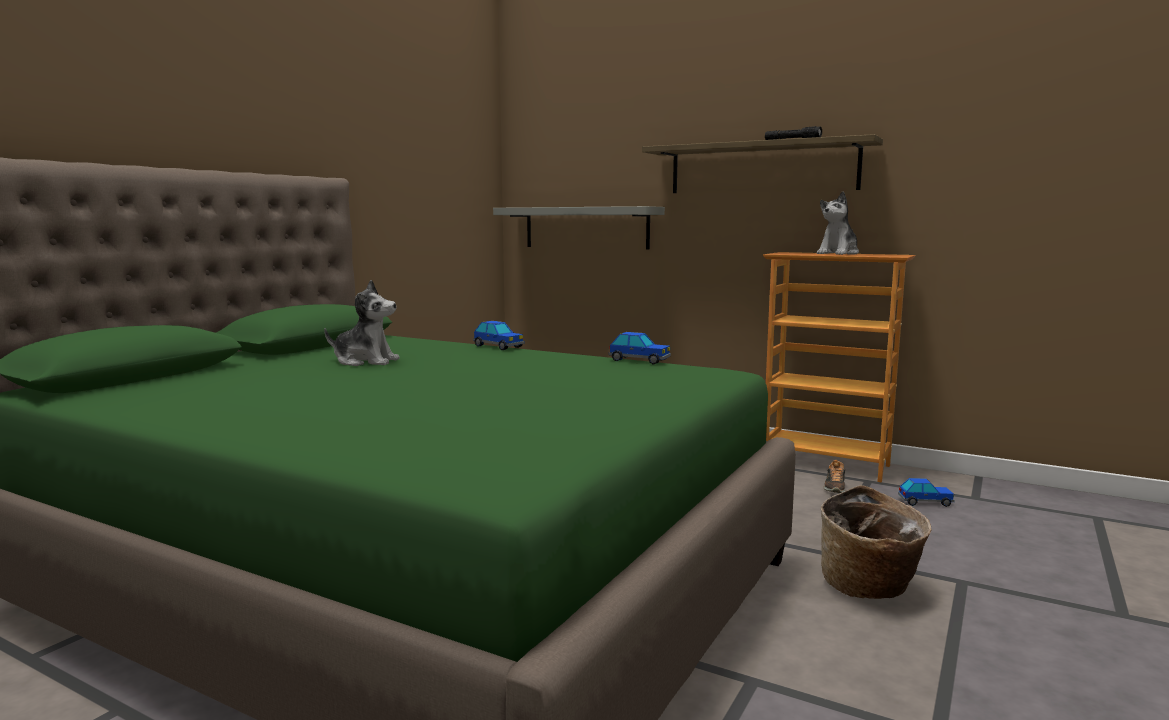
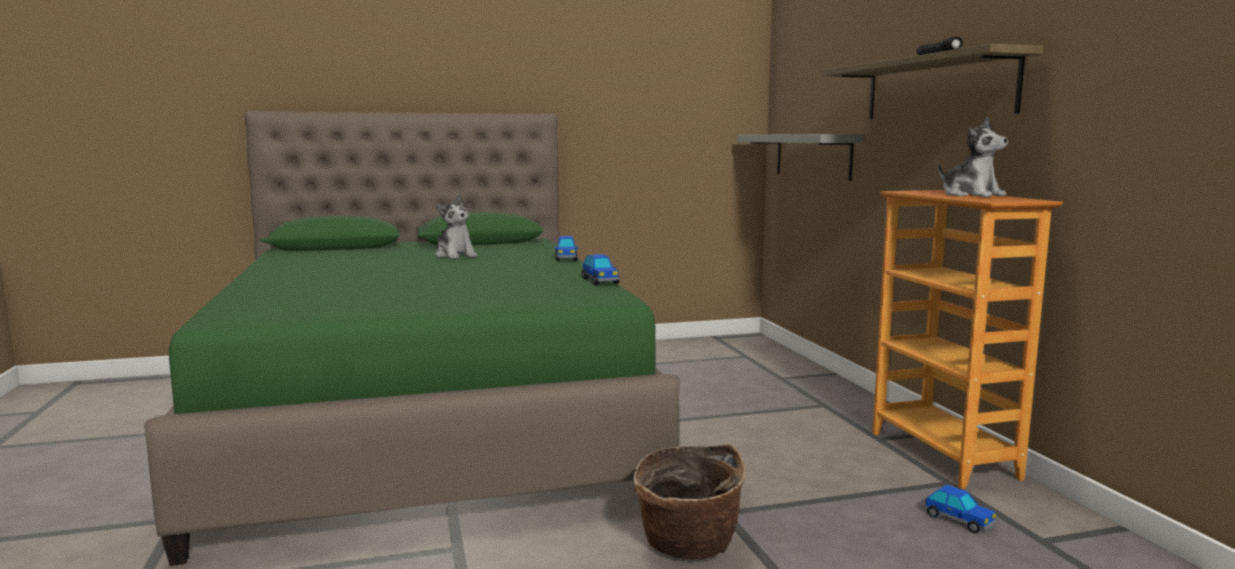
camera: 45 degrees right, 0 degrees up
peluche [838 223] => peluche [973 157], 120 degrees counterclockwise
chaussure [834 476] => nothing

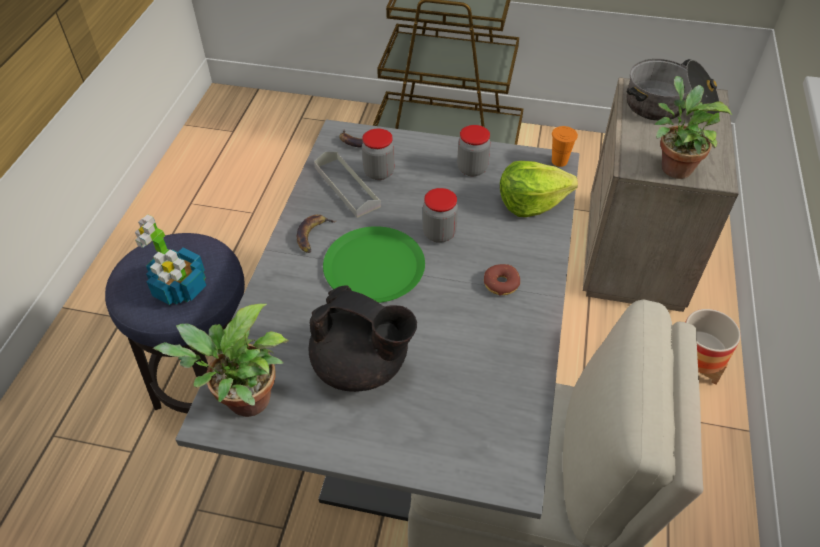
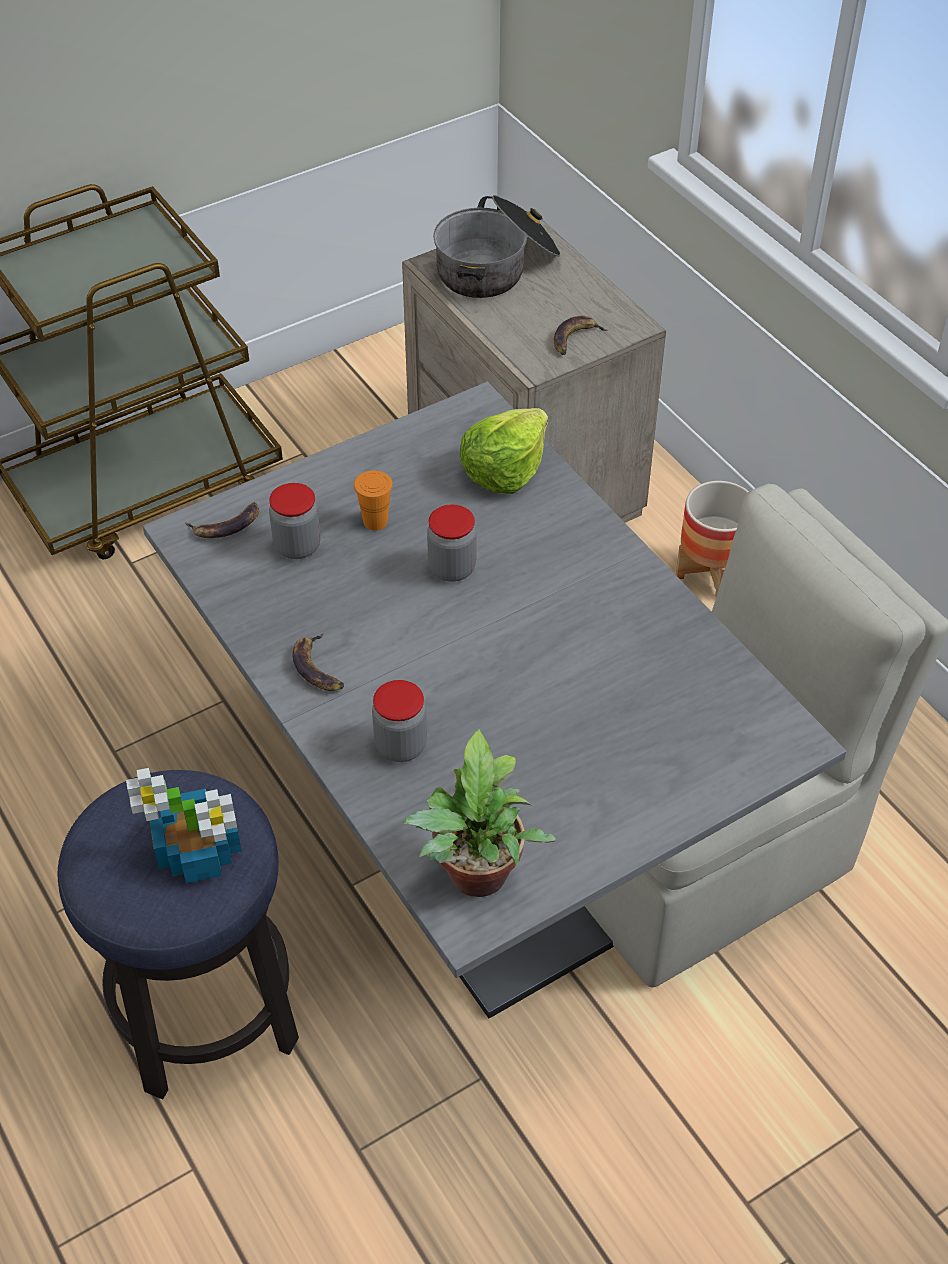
camera: 45 degrees left, 0 degrees up
théière (noir) [363 338] => nothing
plateau (gris) [347 185] => nothing
assiette (vert) [374 264] => nothing
bocal [473 150] => bocal [399 721], move
beignet [502 280] => nothing
tasse (orange) [565 146] => tasse (orange) [373 500], move
plante en pot [693 127] => banane [581 335]

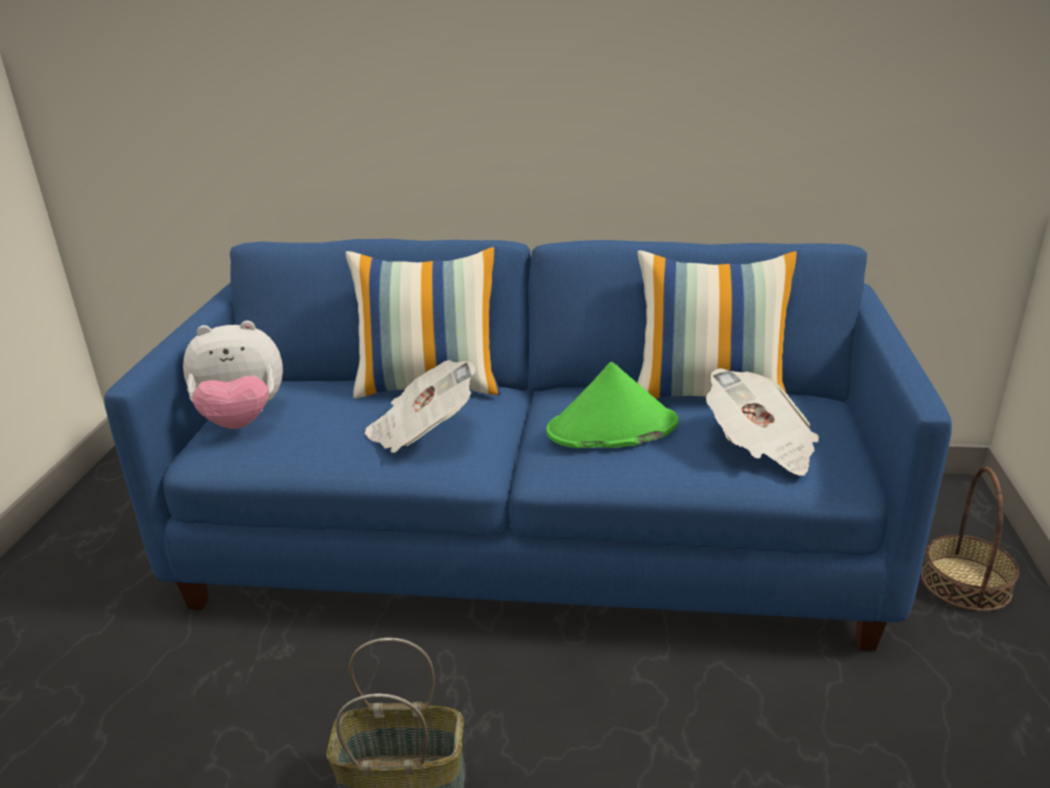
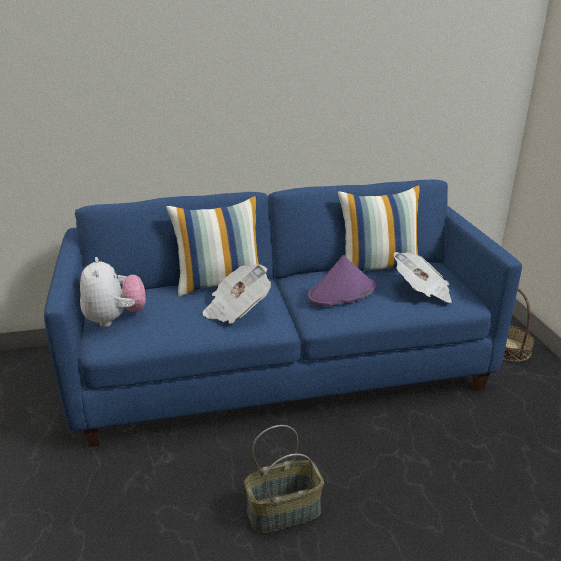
camera: 20 degrees left, 0 degrees up
peluche [233 375] => peluche [113 292], 75 degrees counterclockwise
chapeau (vert) [612 405] => chapeau (violet) [342 280]

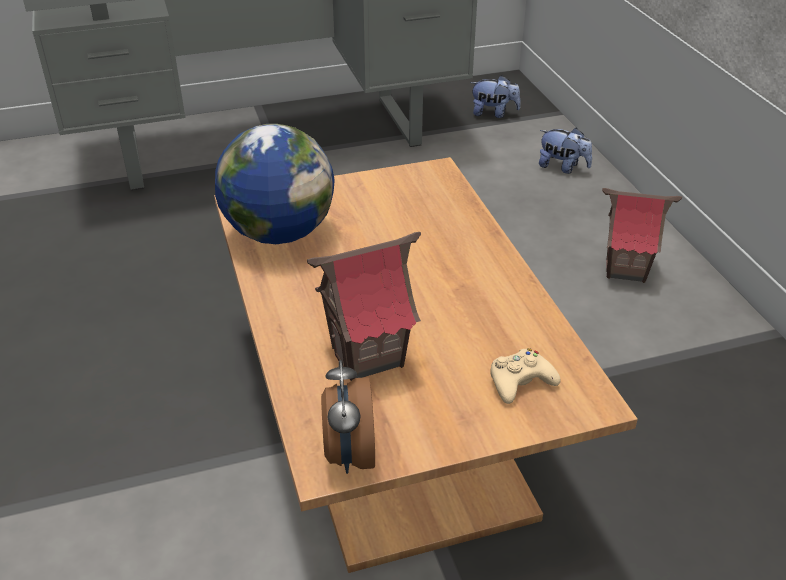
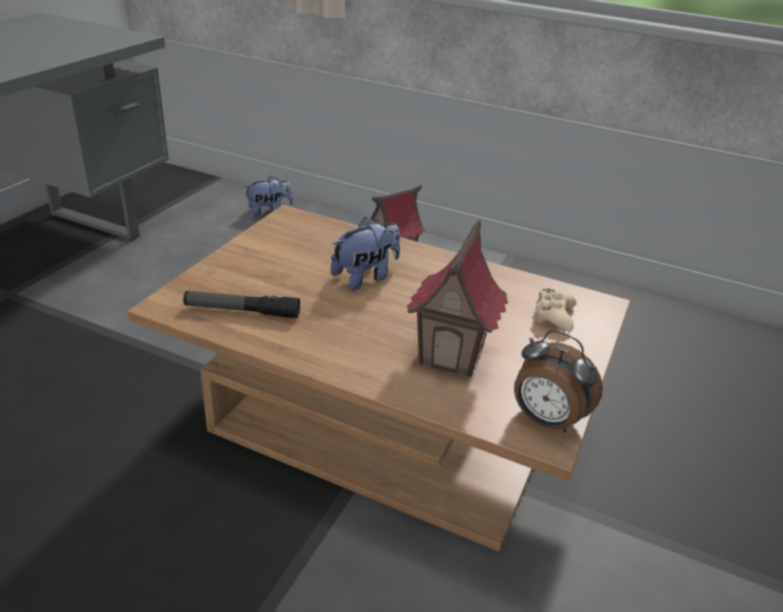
camera: 50 degrees left, 5 degrees down
globe [275 184] => lampe de poche [241 304]
peluche [495 96] => peluche [365 254], move

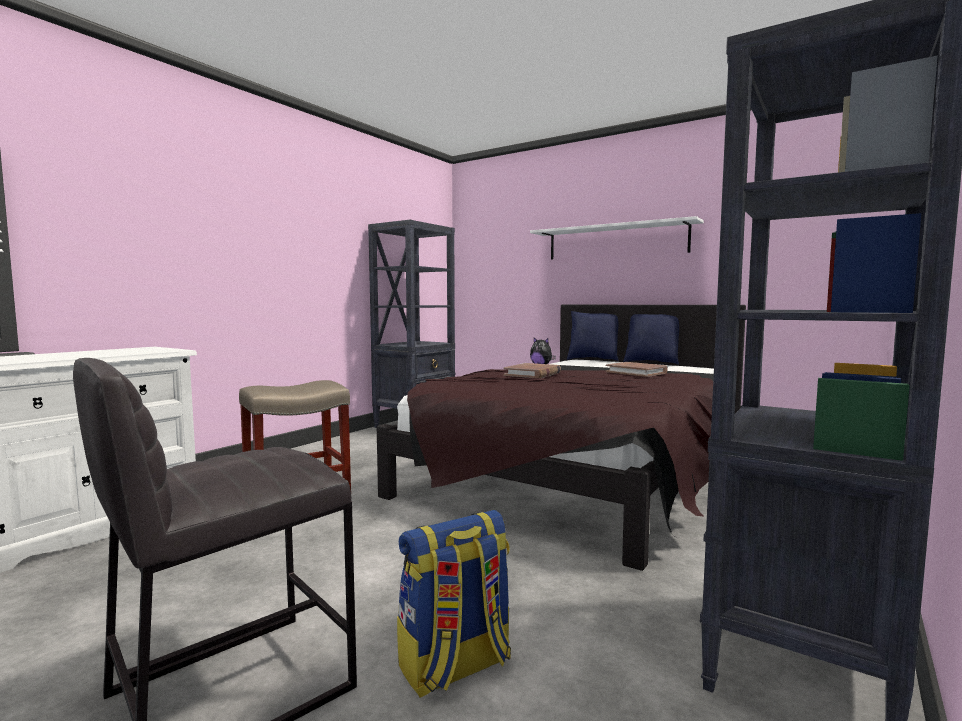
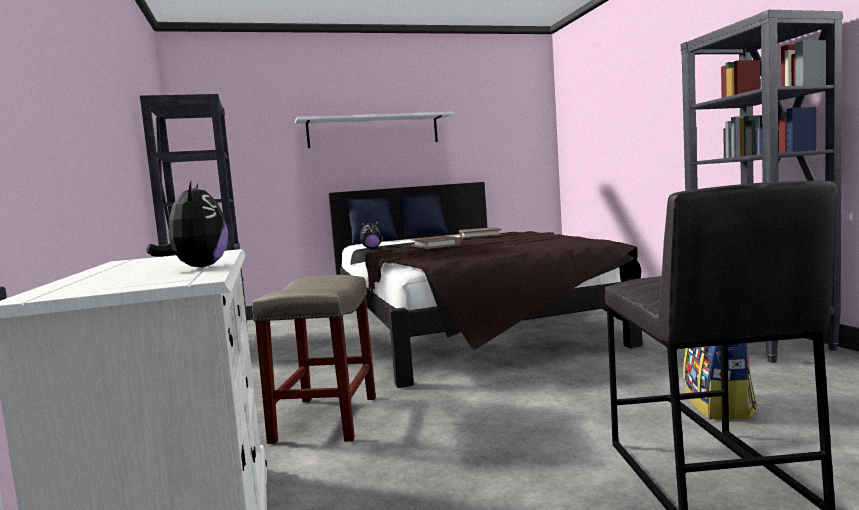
camera: 50 degrees left, 0 degrees up
nothing => peluche [187 224]

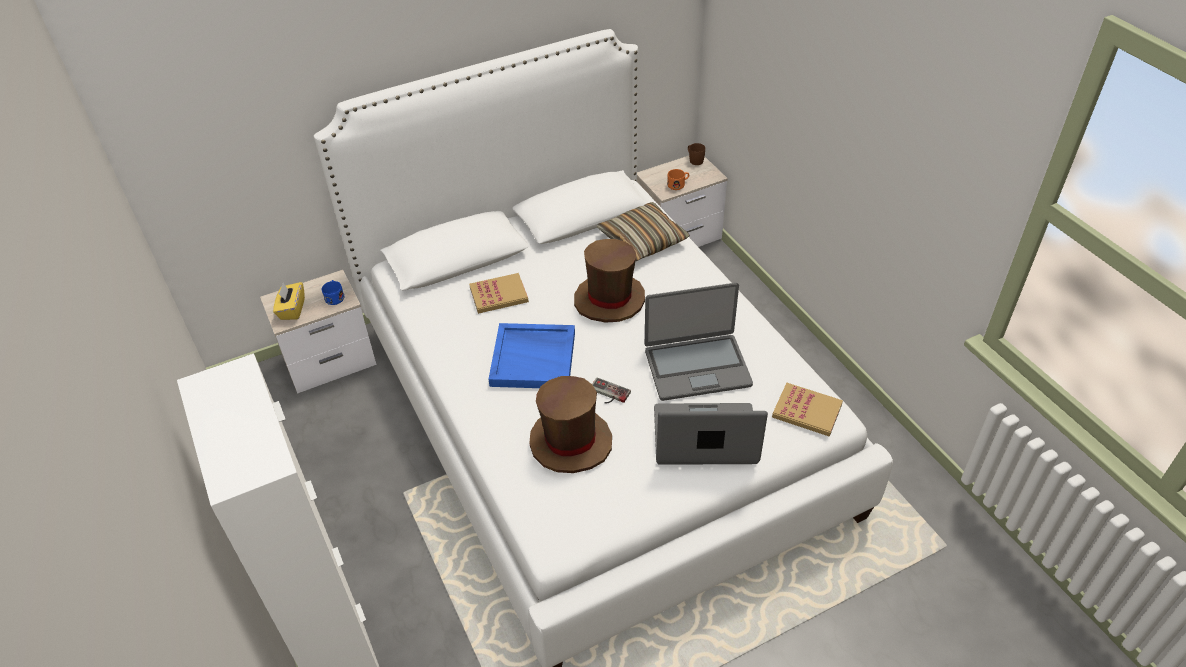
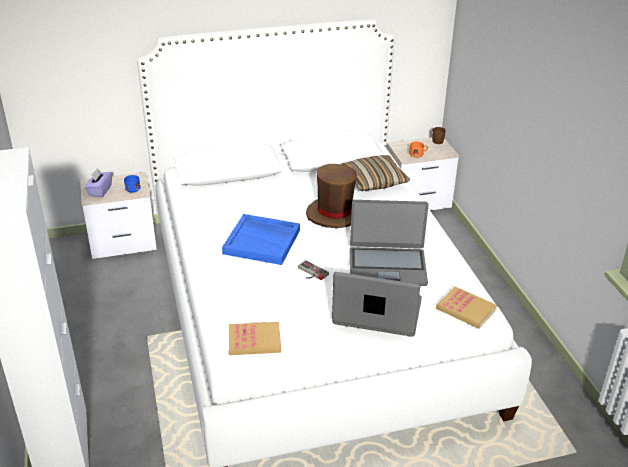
camera: 10 degrees right, 10 degrees down
boîte à mouchoirs (jaune) [289 301] => boîte à mouchoirs (violet) [98 183]
livre [499 293] => livre [255 338], move
chapeau (marron) [571 424] => nothing

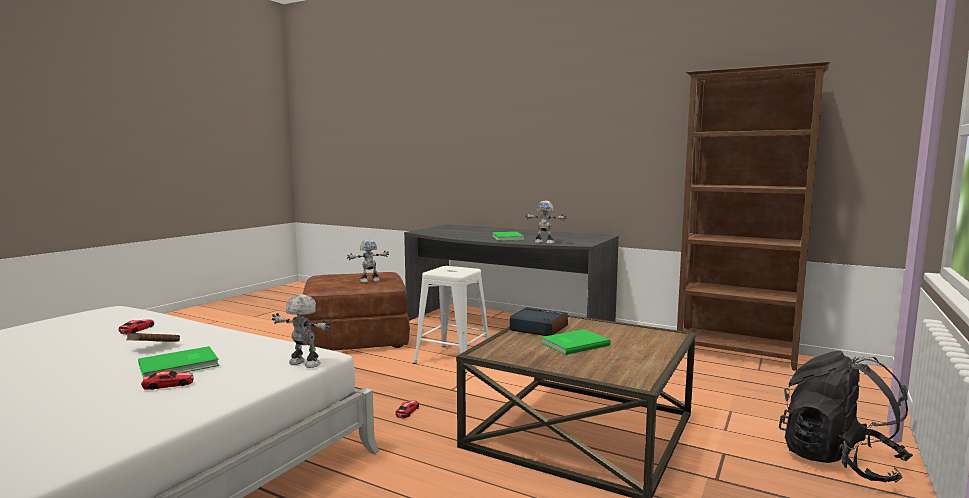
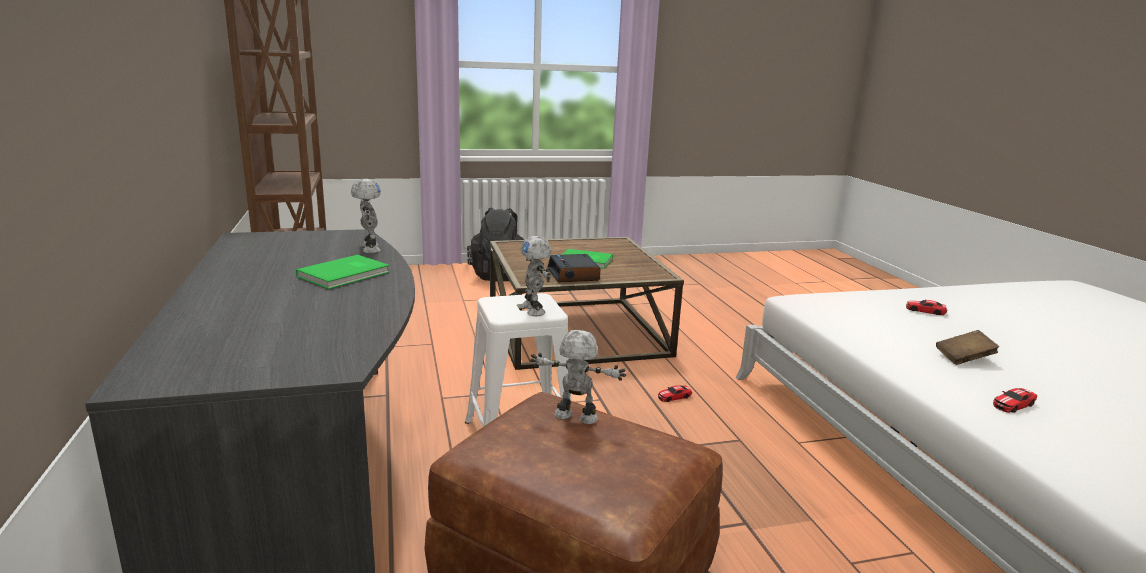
camera: 135 degrees left, 10 degrees up
livre (vert) [178 362] => nothing
robot jouet [301 331] => robot jouet [536 276], move

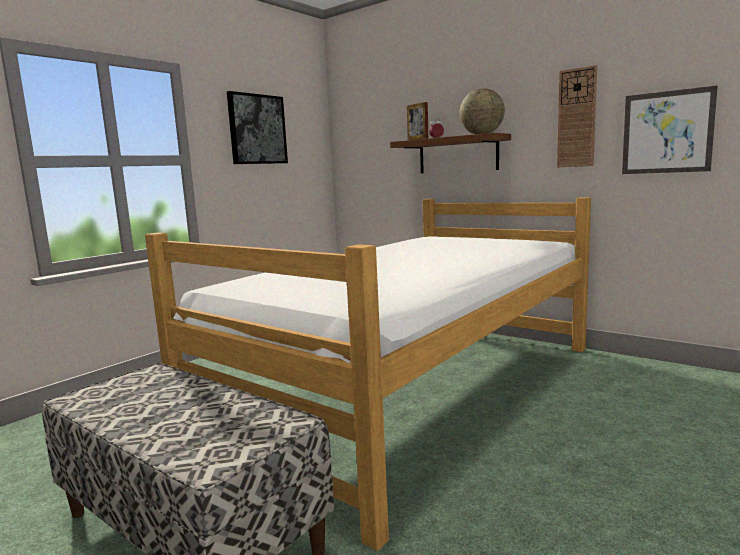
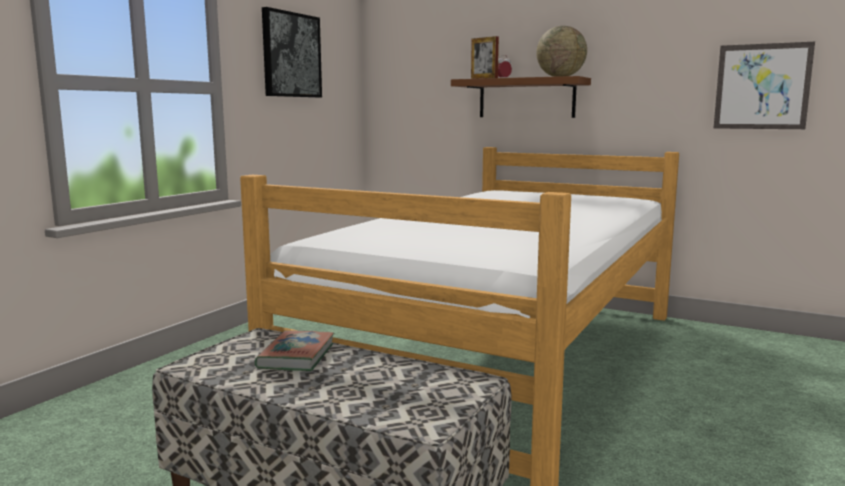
camera: 10 degrees left, 0 degrees up
horloge murale [577 116] => nothing
nothing => livre [294 350]

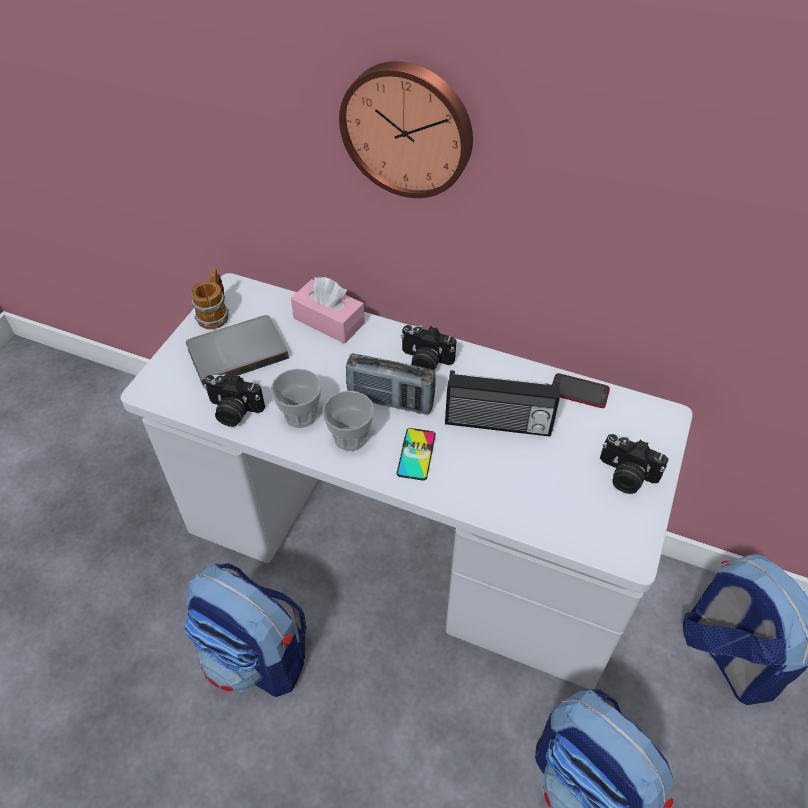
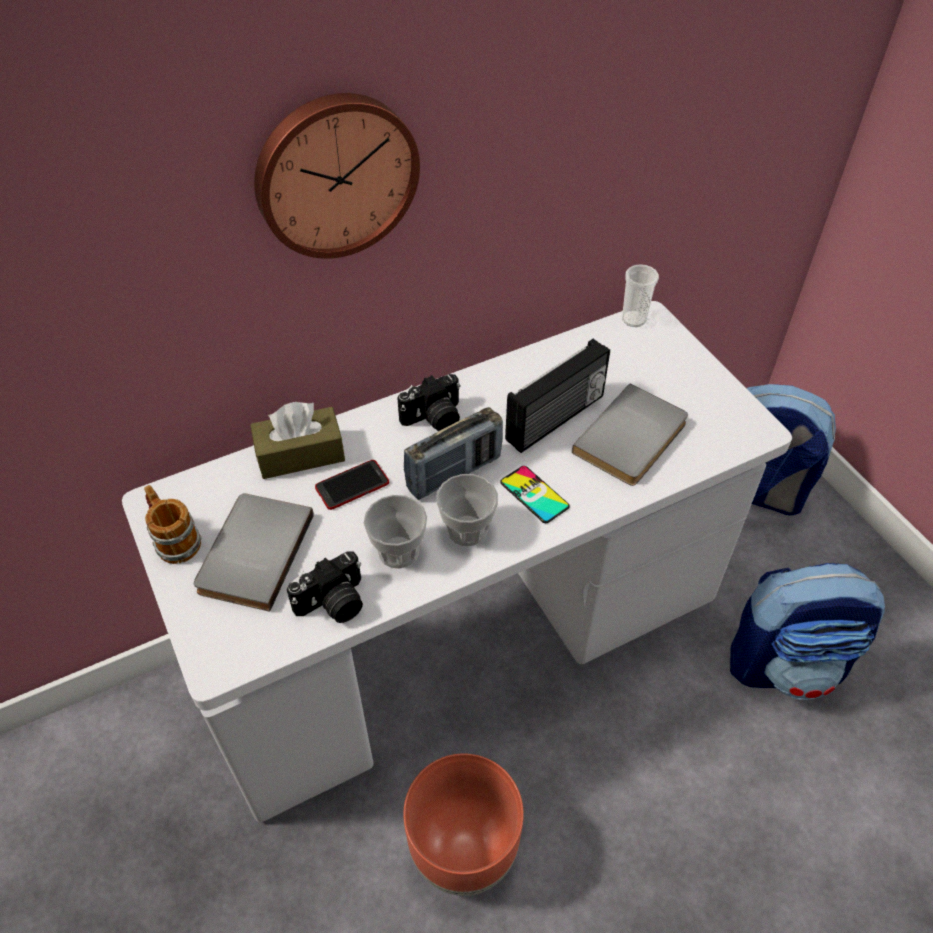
camera: 50 degrees left, 0 degrees up
sac à dos [245 630] => cache-pot (marron) [463 824]
boîte à mouchoirs (rose) [328 310] => boîte à mouchoirs (marron) [297 440]
téléphone [581 390] => téléphone [352 485], move
appareil photo [634 464] => nothing
nothing => livre (gris) [630 435]
nothing => tasse [640 295]

